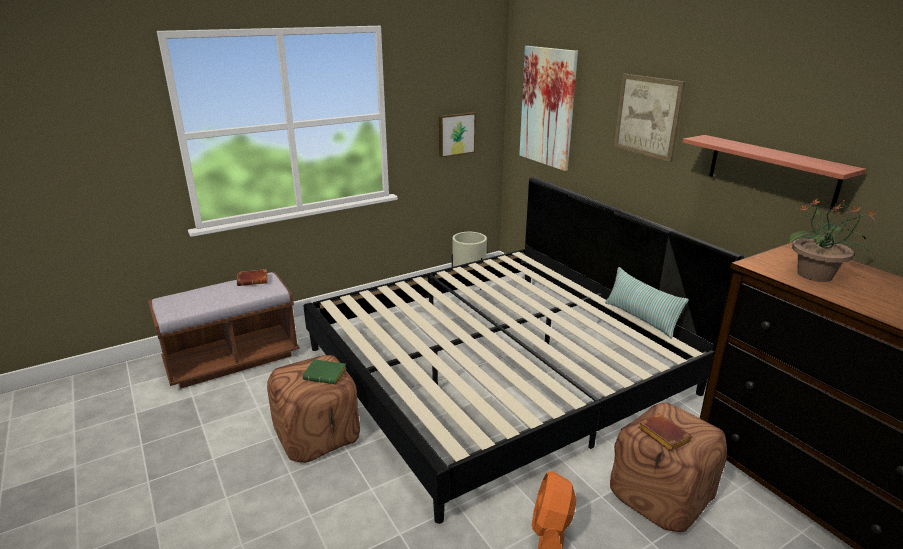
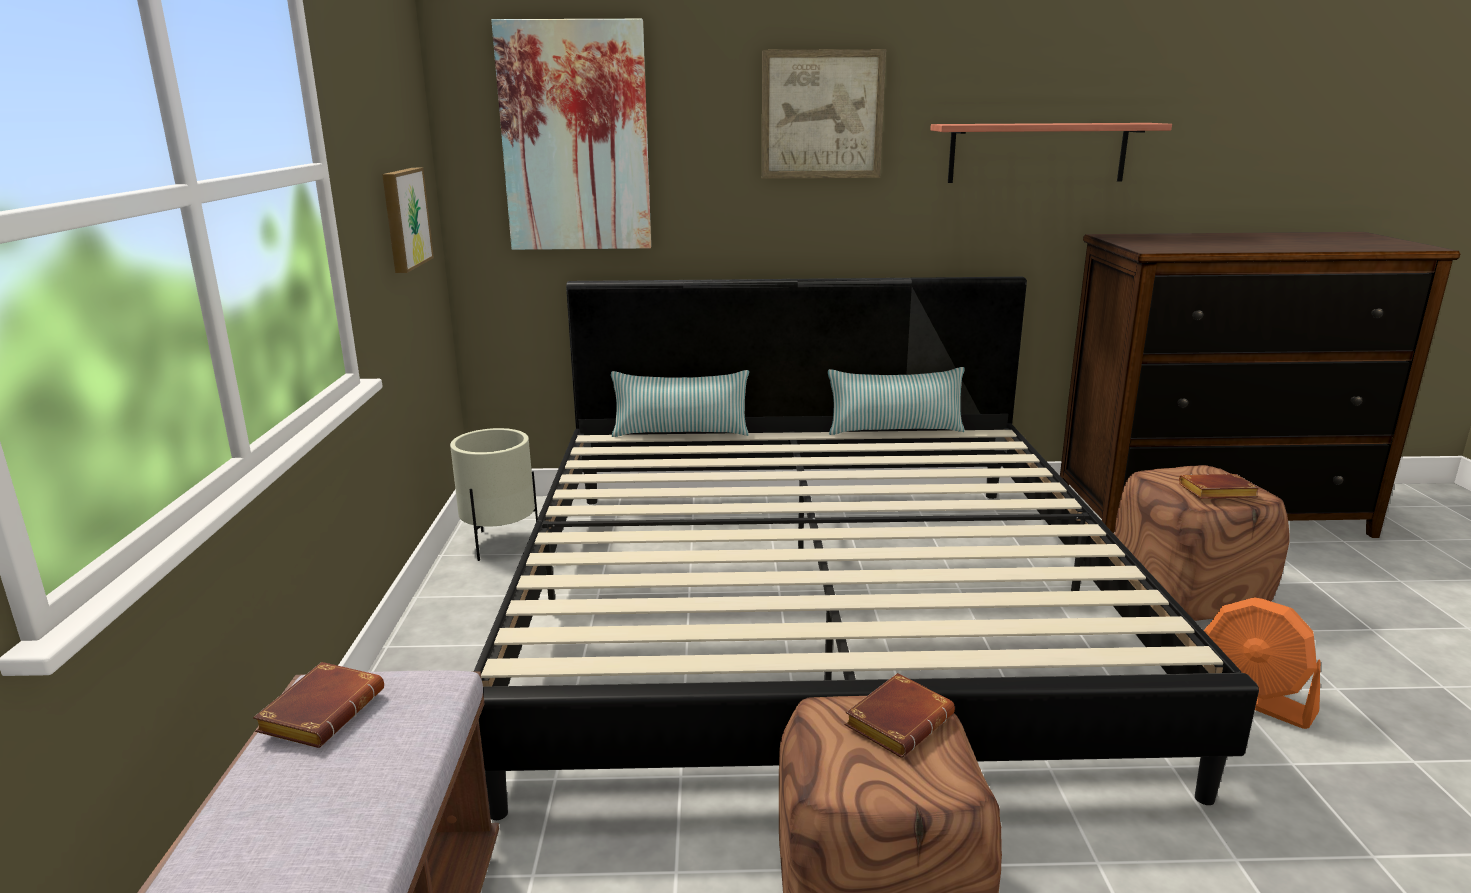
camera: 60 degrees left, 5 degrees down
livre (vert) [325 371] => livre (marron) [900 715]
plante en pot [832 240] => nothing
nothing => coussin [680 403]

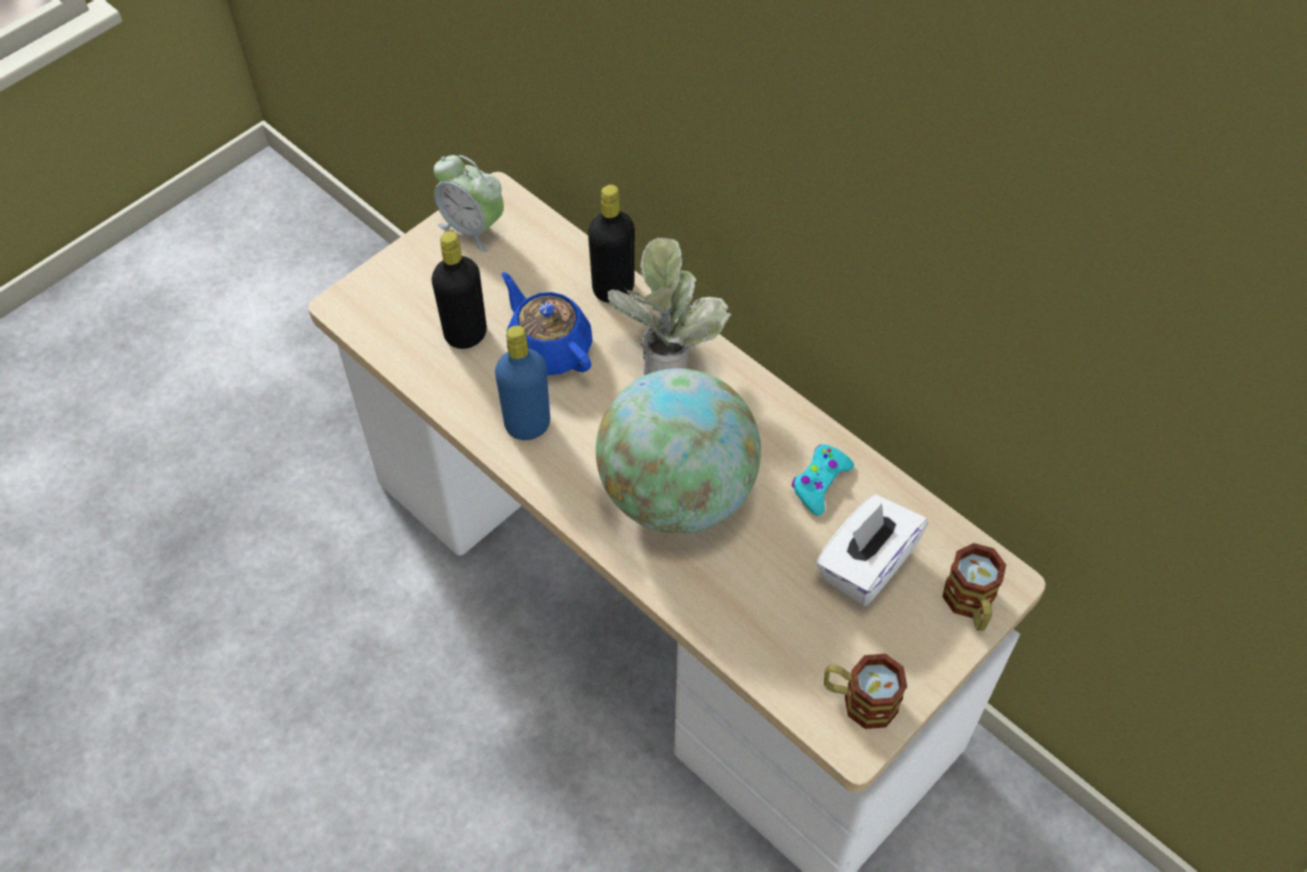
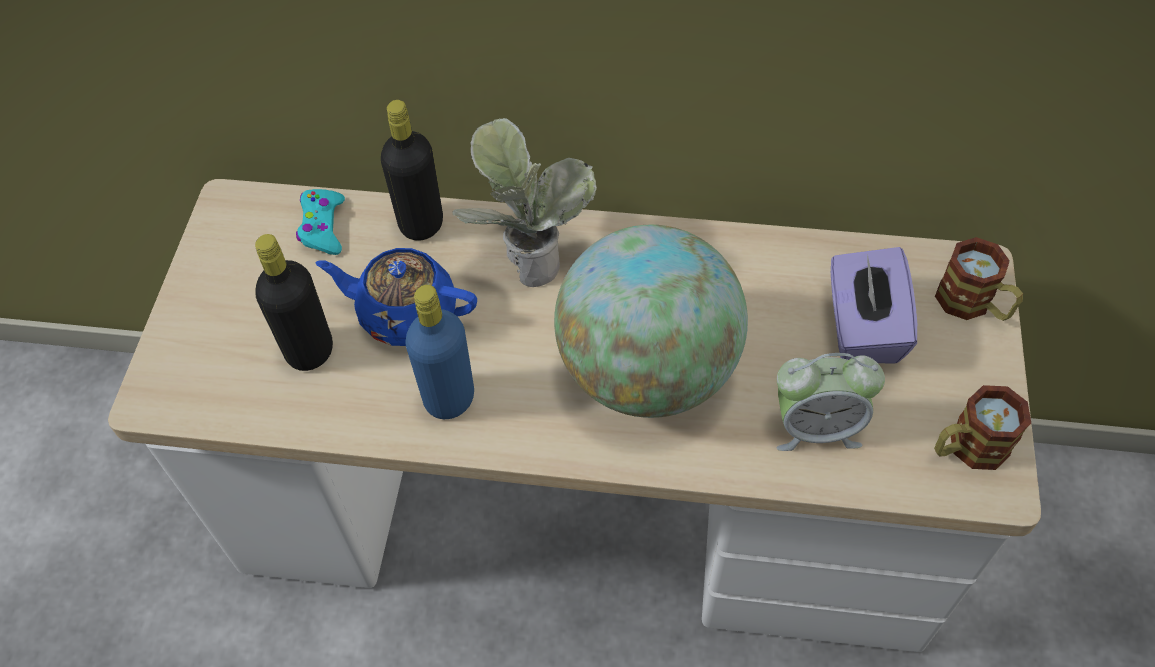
camera: 35 degrees left, 0 degrees up
réveil [469 203] => réveil [831 402], move
manette (turquoise) [823 480] => manette (turquoise) [320 222], move
boîte à mouchoirs (blanc) [872 550] => boîte à mouchoirs (violet) [874 305]

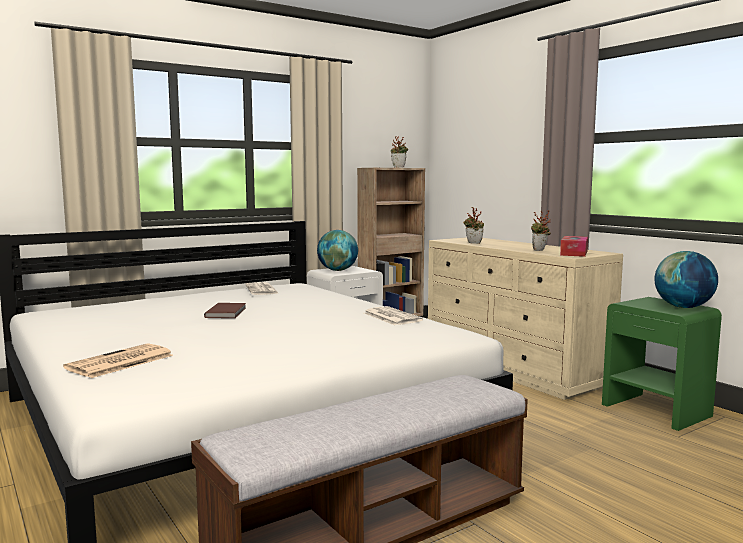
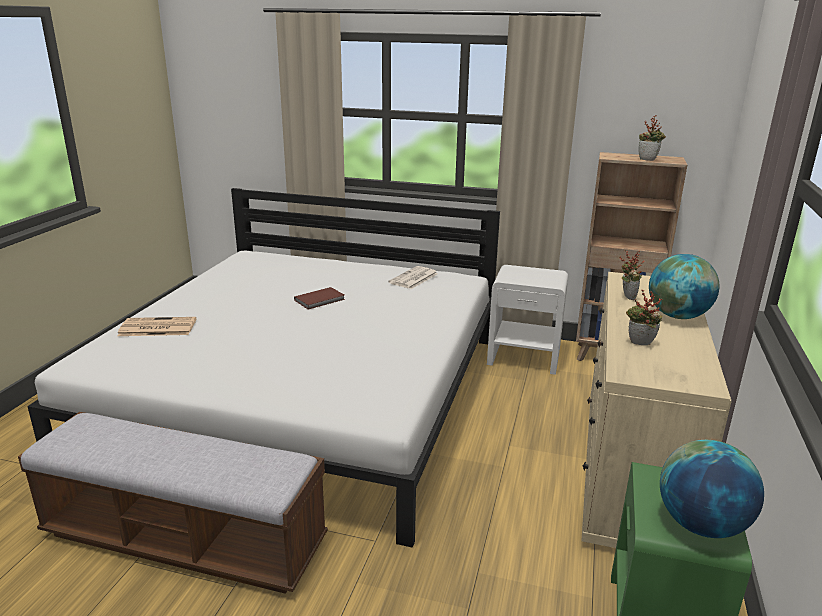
camera: 50 degrees right, 15 degrees up
globe [337 250] => globe [684 286], move
journal [393 315] => nothing
boîte à mouchoirs [574 246] => nothing

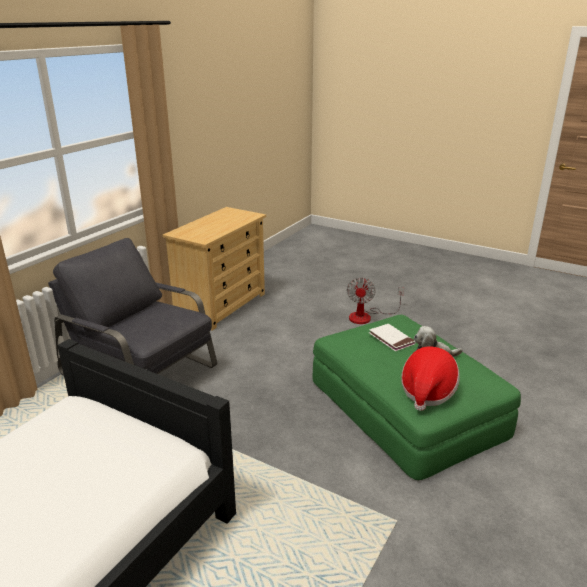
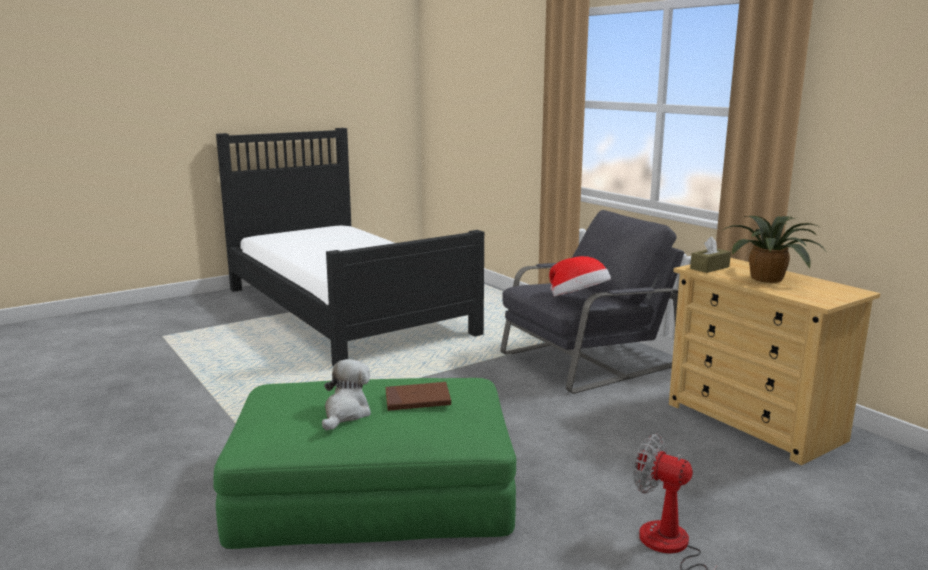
camera: 115 degrees right, 10 degrees down
livre (blanc) [392 337] => livre (marron) [418 396]
chapeau [430 378] => chapeau [580 276], move
nothing => boîte à mouchoirs (marron) [710 254]
nothing => plante en pot [774 249]

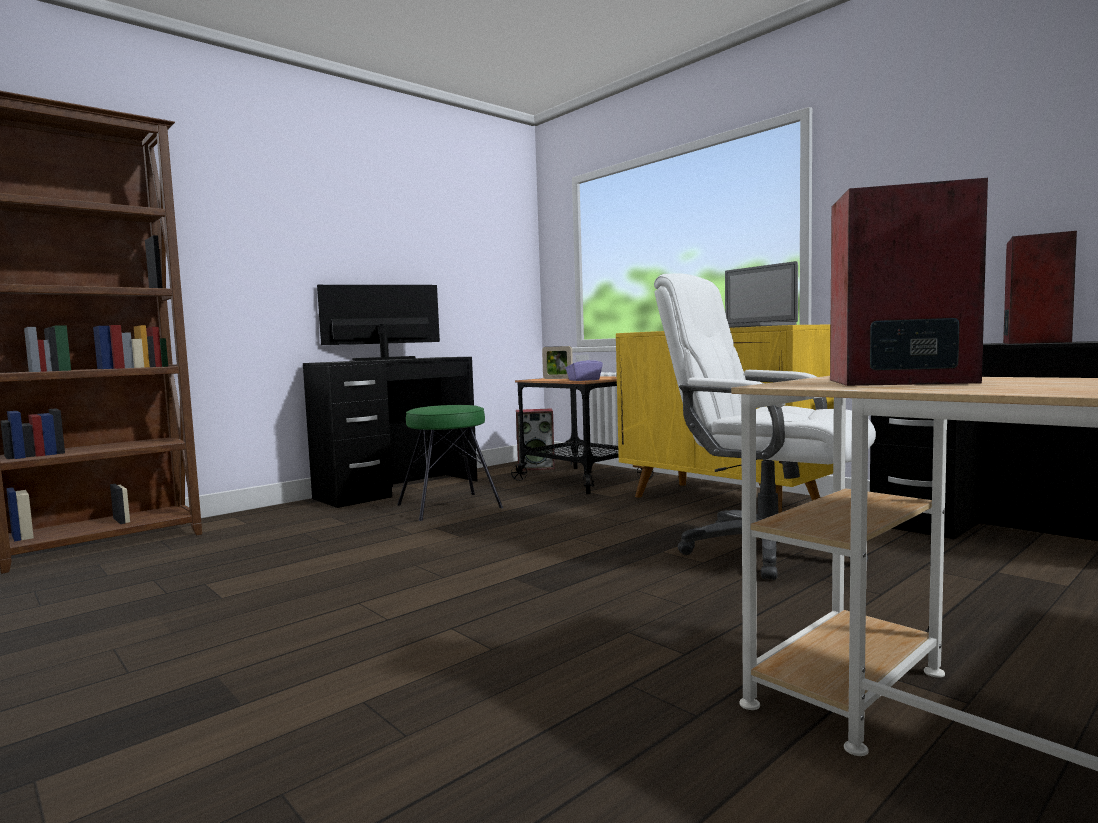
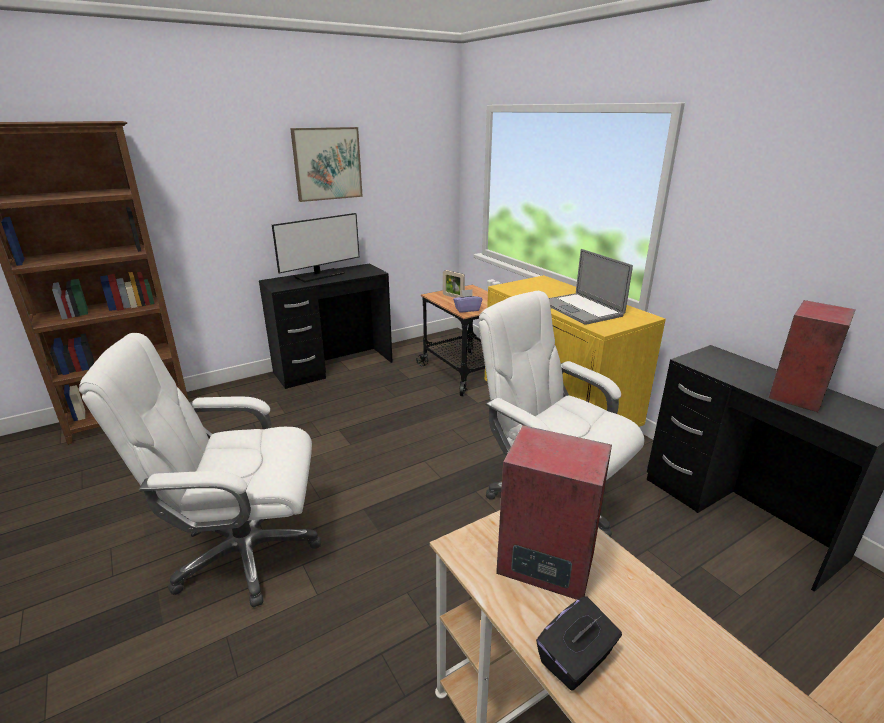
camera: 10 degrees right, 20 degrees up
écran d'ordinateur [378 323] => écran d'ordinateur [315 248], 150 degrees clockwise
tabouret (vert) [450 463] => nothing
enceinte [535 439] => nothing
nothing => chaise de bureau (blanc) [200 470]
nothing => tableau [326 164]
nothing => boîte à mouchoirs (noir) [579 643]

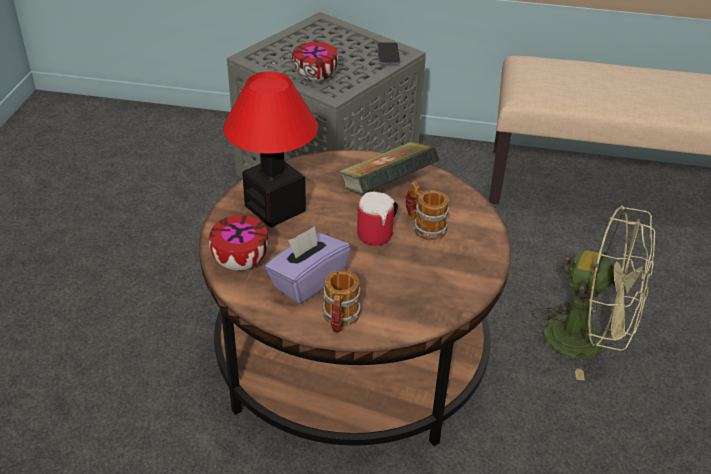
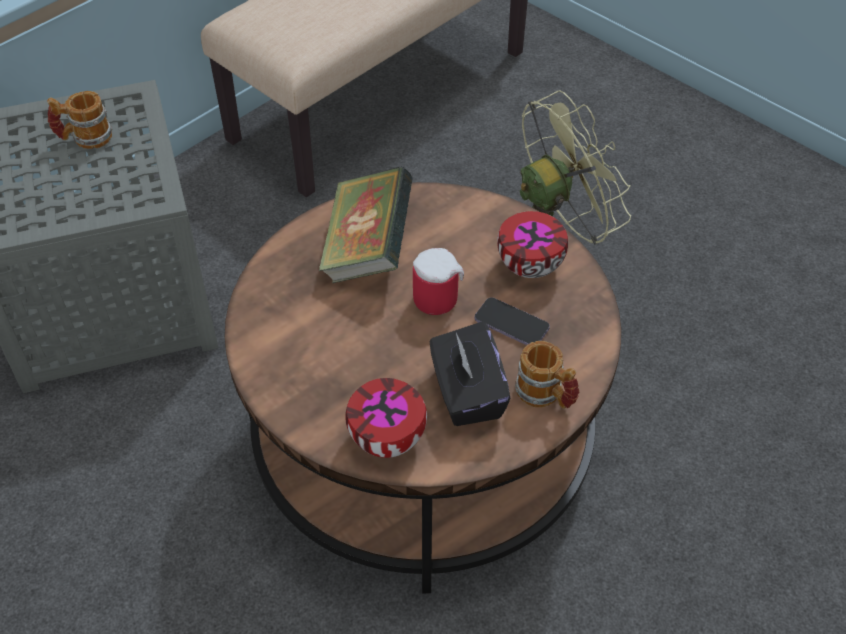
camera: 55 degrees left, 10 degrees up
lampe de table [270 150] => nothing
boîte à mouchoirs (violet) [308 265] => boîte à mouchoirs (noir) [470 373]
bol [315 61] => bol [532 244], move
téléphone [388 53] => téléphone [512 321], move
mug [427 210] => mug [79 120], move

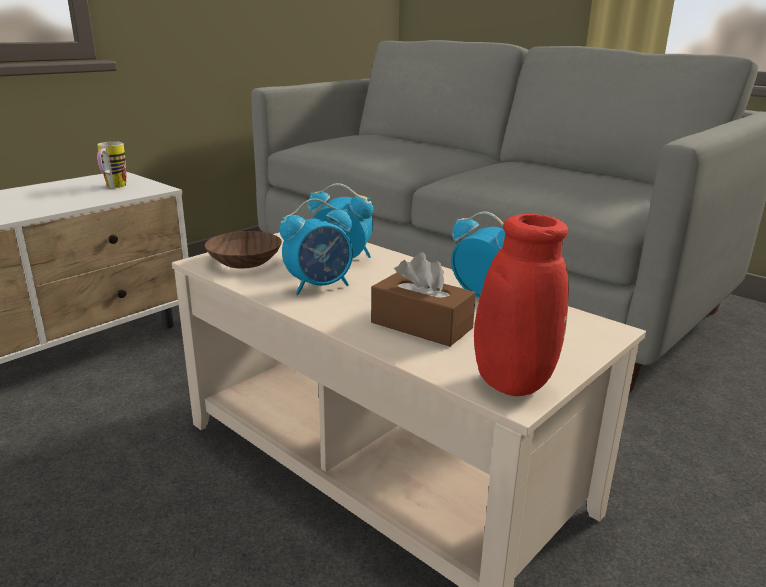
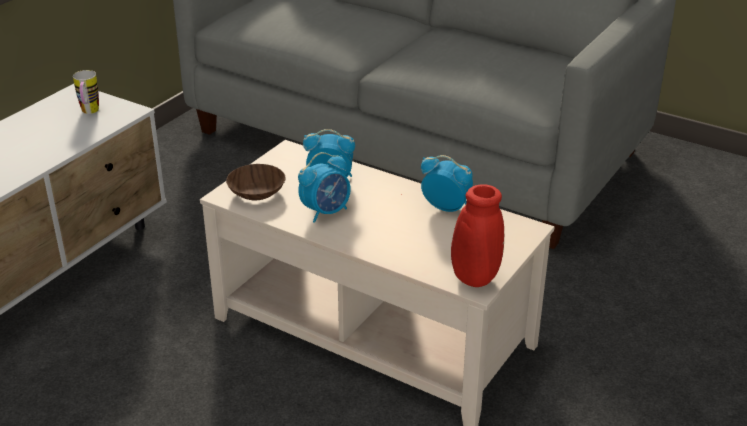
camera: 10 degrees left, 10 degrees up
boîte à mouchoirs (marron) [423 299] => nothing

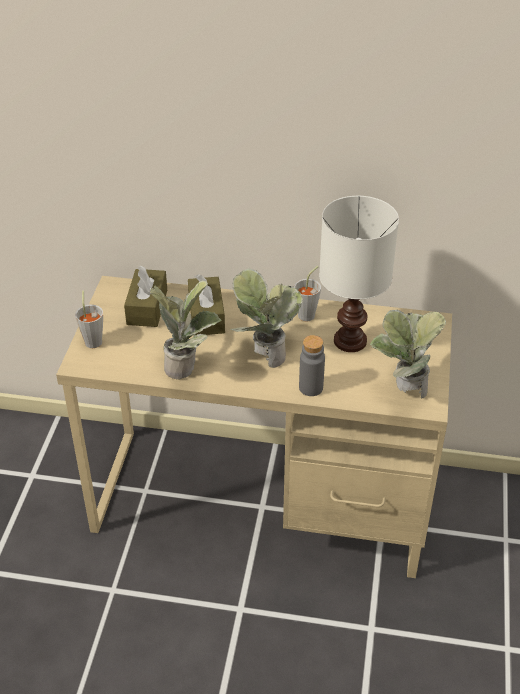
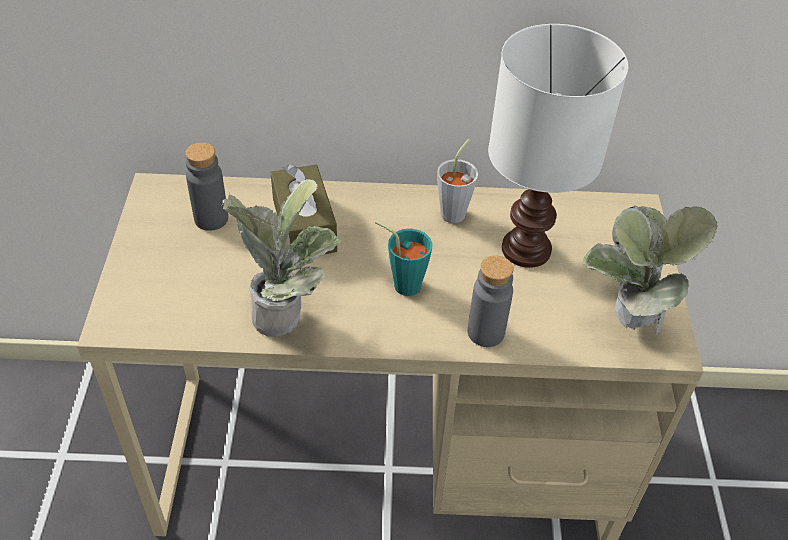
camera: 10 degrees left, 5 degrees up
tasse (gris) [89 319] => nothing
boîte à mouchoirs (marron) [145 296] => bouteille (gris) [206 186]
plante en pot [267 318] => tasse (turquoise) [404 258]

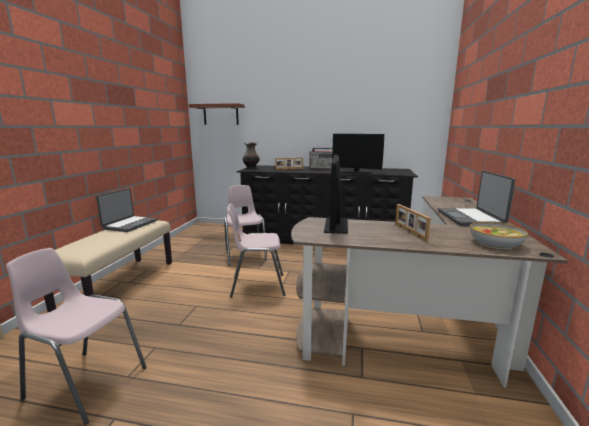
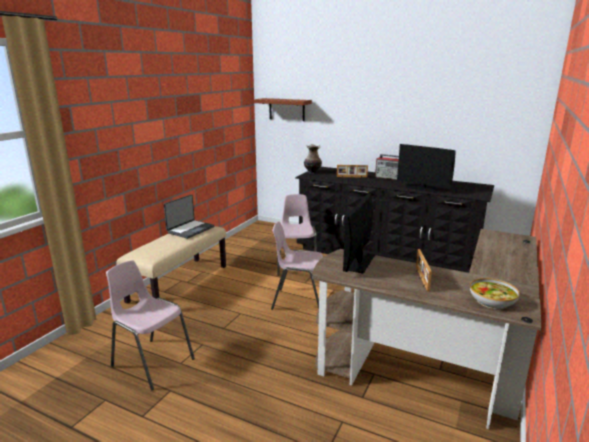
camera: 15 degrees right, 5 degrees up
ordinateur portable [476 198] => nothing

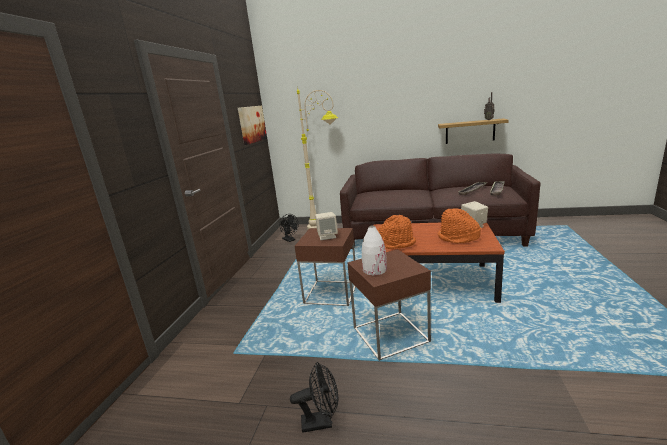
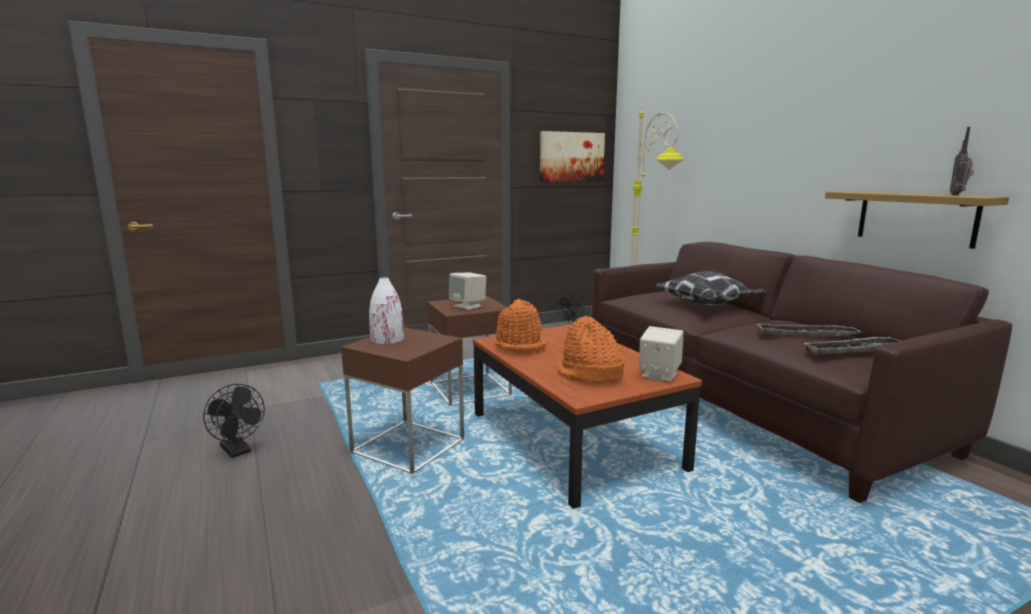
camera: 50 degrees right, 5 degrees down
nothing => coussin [710 288]

